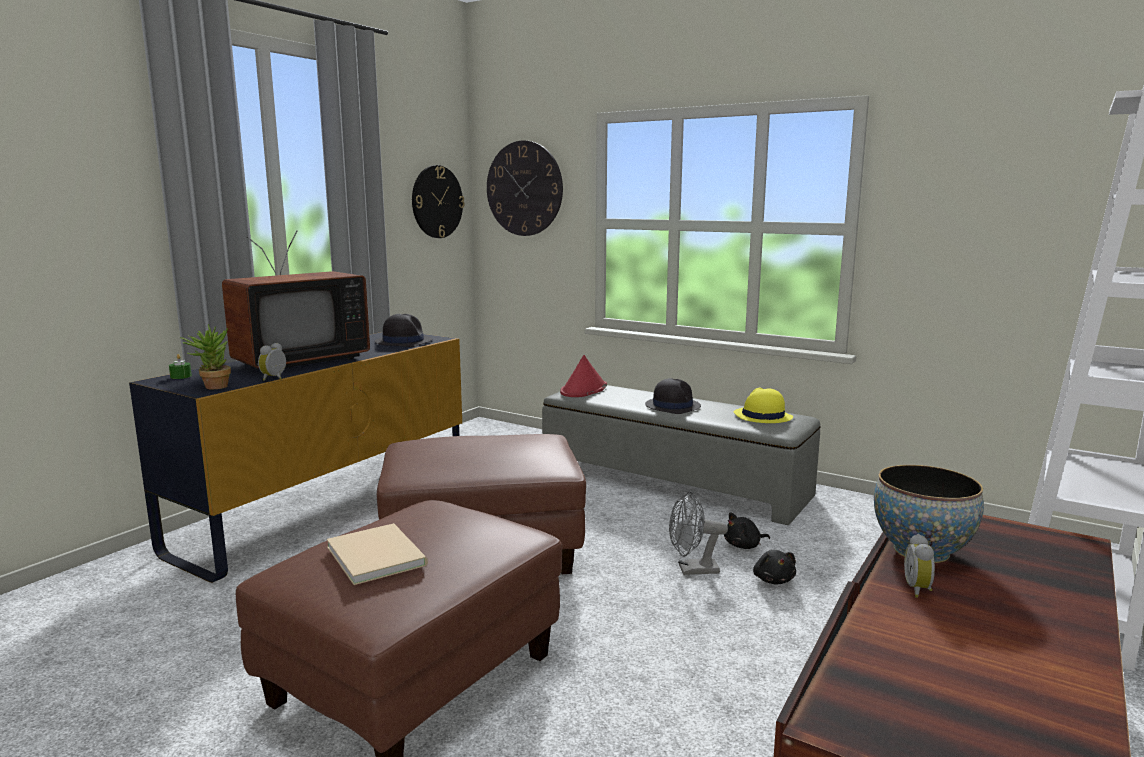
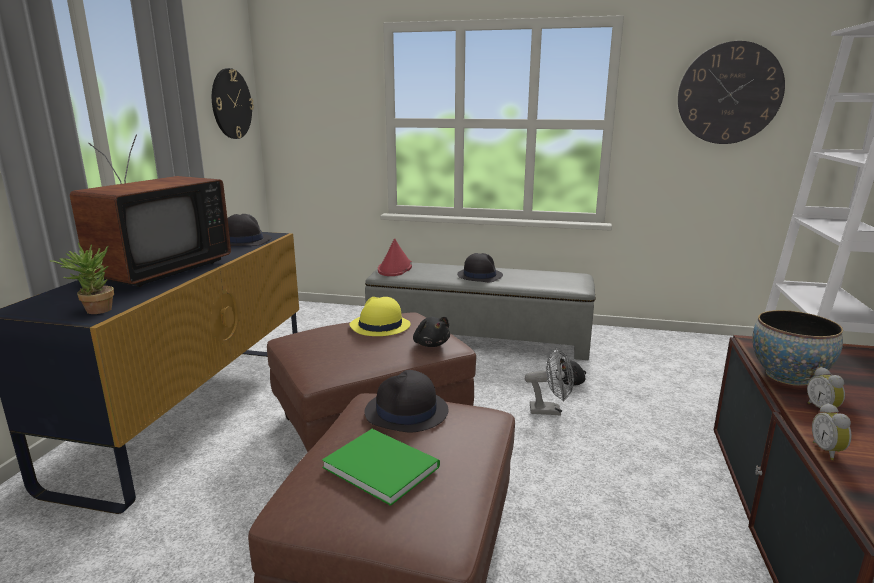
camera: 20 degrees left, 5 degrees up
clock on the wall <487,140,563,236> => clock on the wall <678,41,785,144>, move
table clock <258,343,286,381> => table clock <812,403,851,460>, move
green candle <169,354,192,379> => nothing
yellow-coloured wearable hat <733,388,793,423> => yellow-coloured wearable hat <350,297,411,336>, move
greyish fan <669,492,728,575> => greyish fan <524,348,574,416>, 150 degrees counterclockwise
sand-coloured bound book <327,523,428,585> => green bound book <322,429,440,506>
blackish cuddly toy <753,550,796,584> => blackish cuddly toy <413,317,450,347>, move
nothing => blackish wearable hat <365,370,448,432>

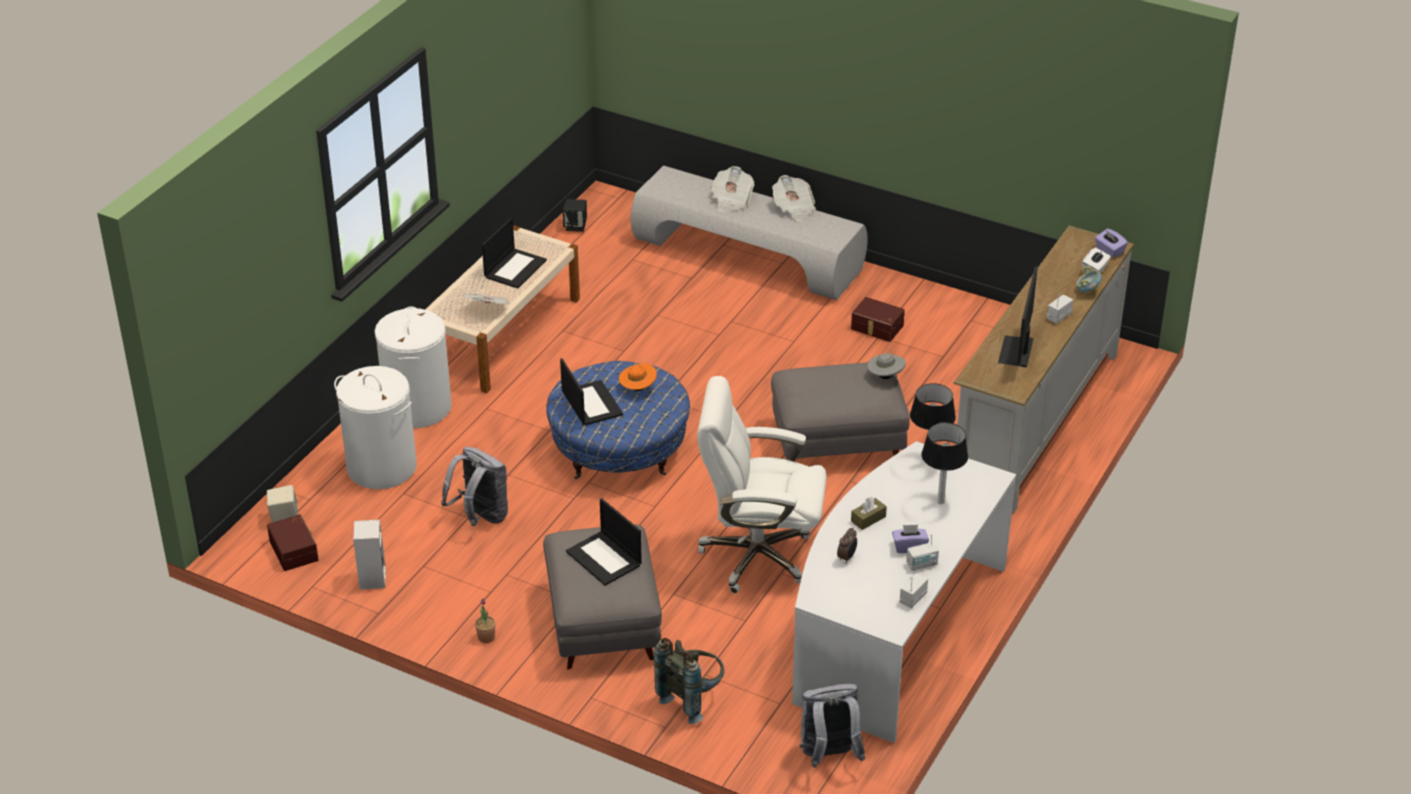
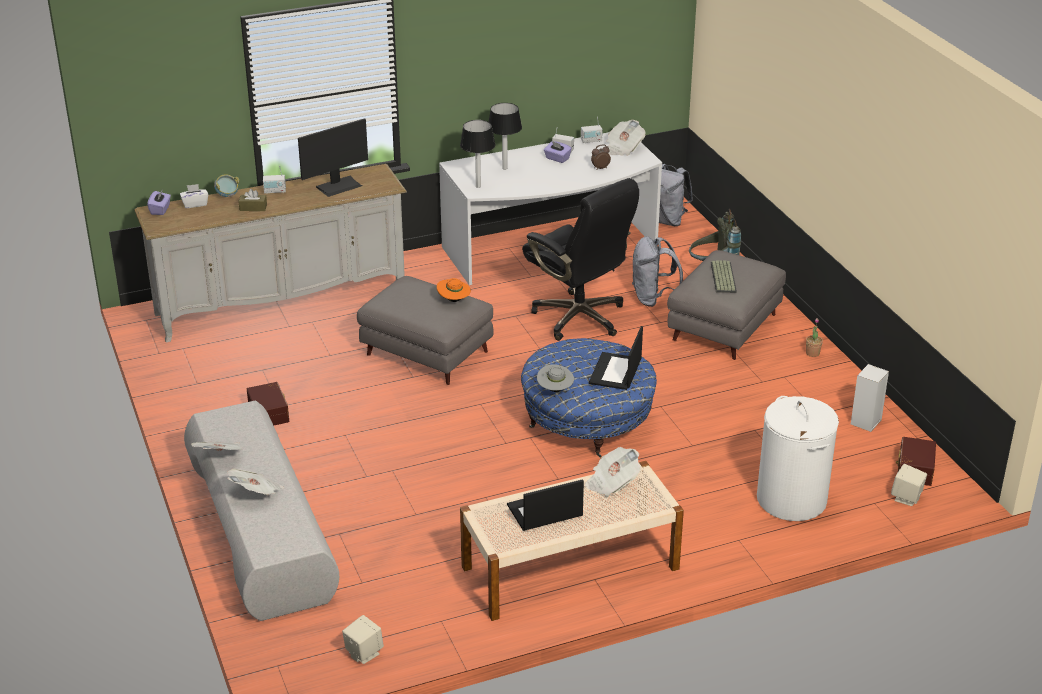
camera: 140 degrees left, 5 degrees down
blackish loudspeaker <563,199,587,232> => sand-coloured loudspeaker <342,615,384,664>
whitish laundry basket <375,307,452,428> => nothing
greyish wearable hat <867,350,906,379> => greyish wearable hat <537,364,574,392>, move
orange wearable hat <619,362,657,391> => orange wearable hat <437,278,471,302>, move
whitish computer chair <697,376,826,594> => blackish computer chair <522,178,639,341>
greyish backpack <441,447,508,526> => greyish backpack <632,236,683,307>, move
brown box of tissues <851,497,887,530> => brown box of tissues <238,189,267,211>, move
laptop <566,498,642,586> => computer keyboard <711,260,737,293>
nothing => printed paper <606,120,645,156>

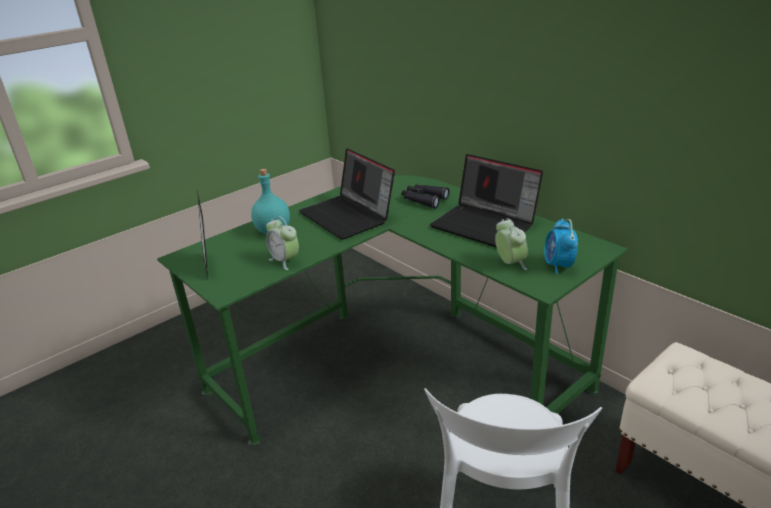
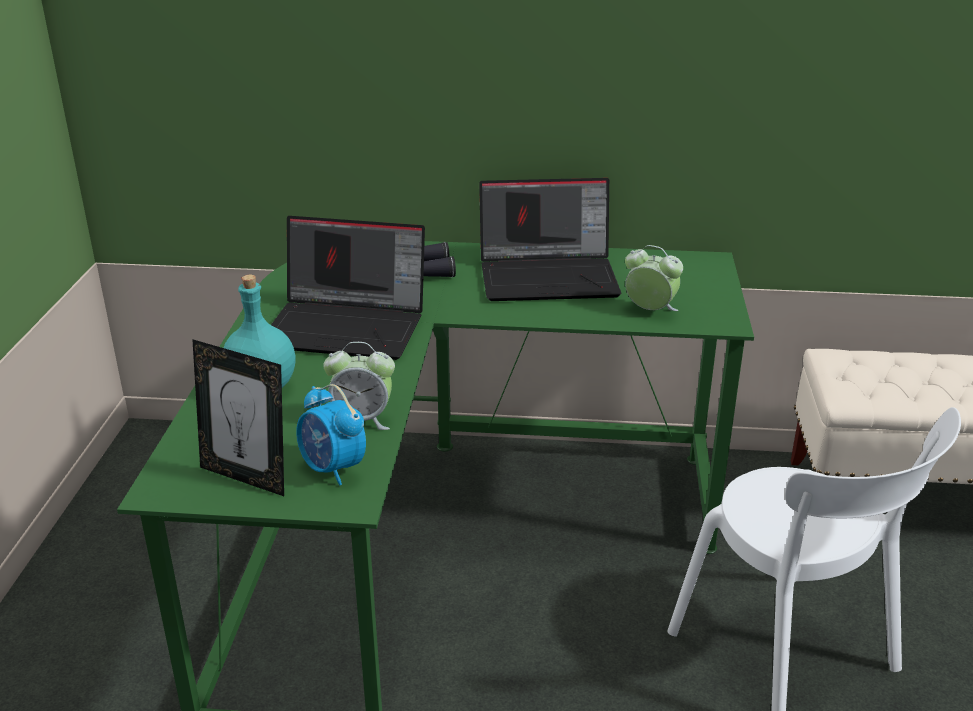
camera: 45 degrees left, 0 degrees up
table clock <544,219,578,274> => table clock <296,384,366,486>, move

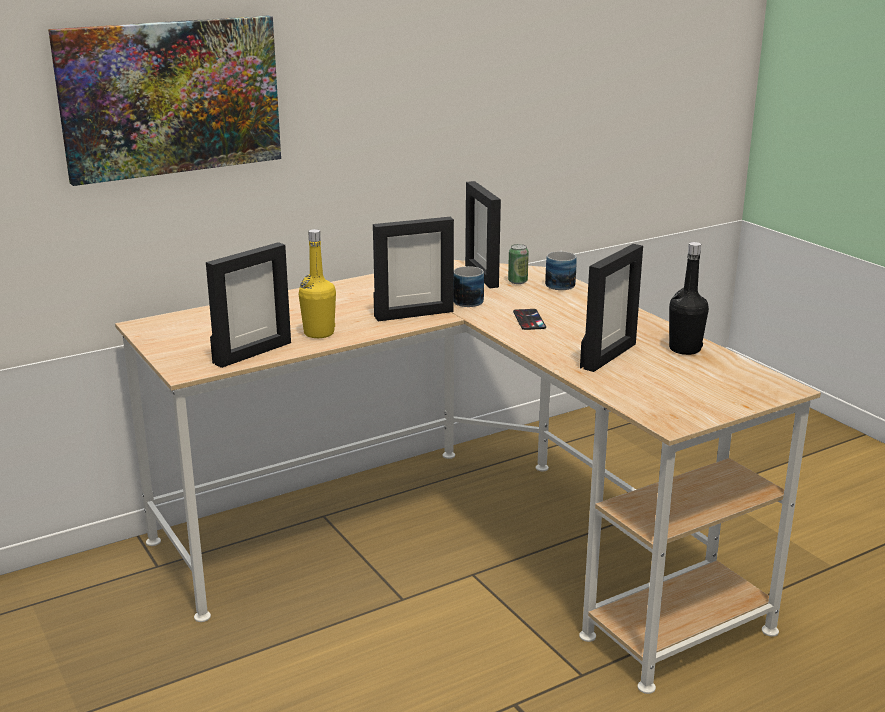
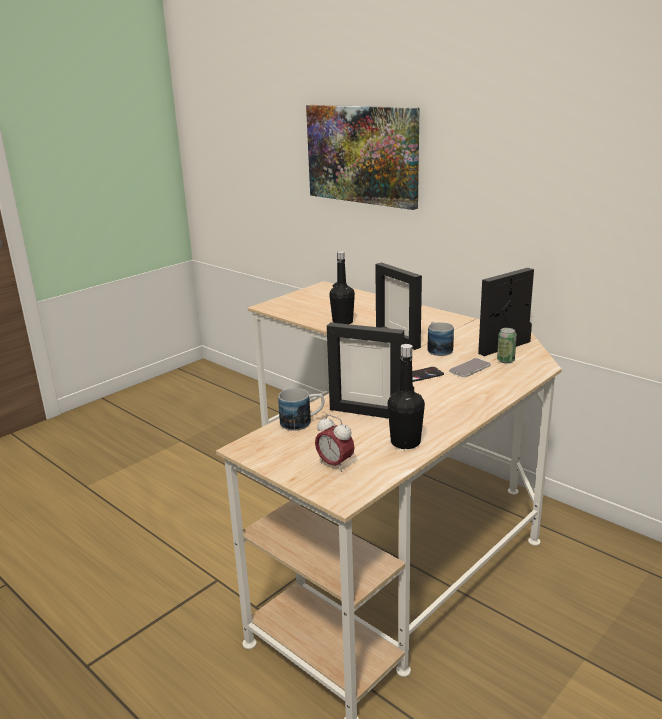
camera: 75 degrees right, 0 degrees up
yellow-coloured beverage bottle <298,229,336,338> => blackish beverage bottle <329,251,355,324>
photo frame <206,242,291,368> => nothing
tea mug <545,251,577,290> => tea mug <278,388,324,431>, move
nothing => telephone <449,358,491,377>
nothing => table clock <315,415,355,472>

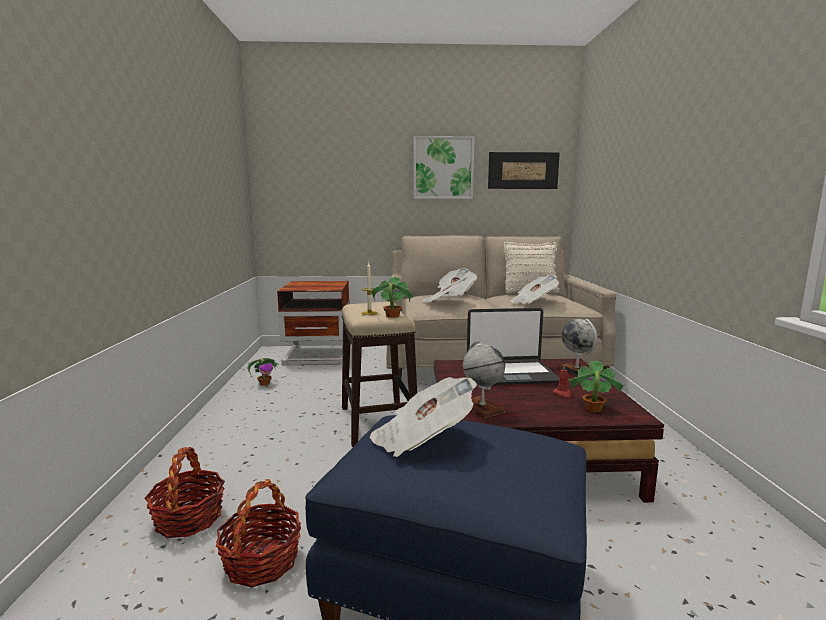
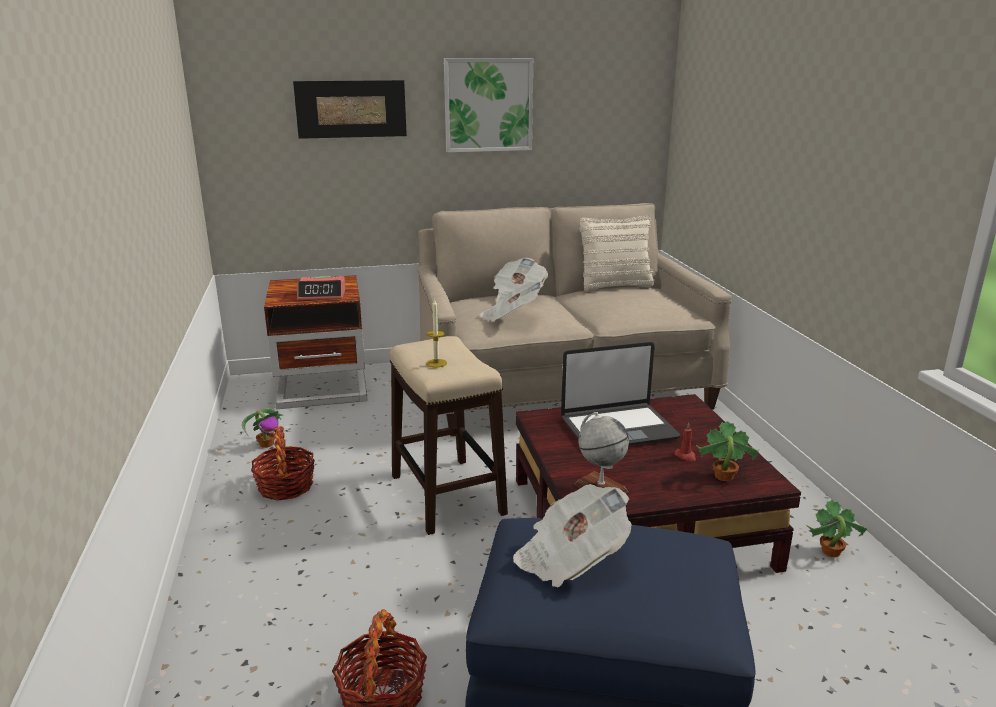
camera: 10 degrees left, 10 degrees up
wall art <488,152,560,189> => wall art <293,80,407,139>, move
printed paper <510,275,559,303> => nothing
potted plant <371,276,415,318> => potted plant <806,499,867,557>, move
desk globe <558,319,598,377> => nothing
storage basket <145,447,225,538> => storage basket <251,426,315,501>, move
nothing => table clock <297,276,345,300>

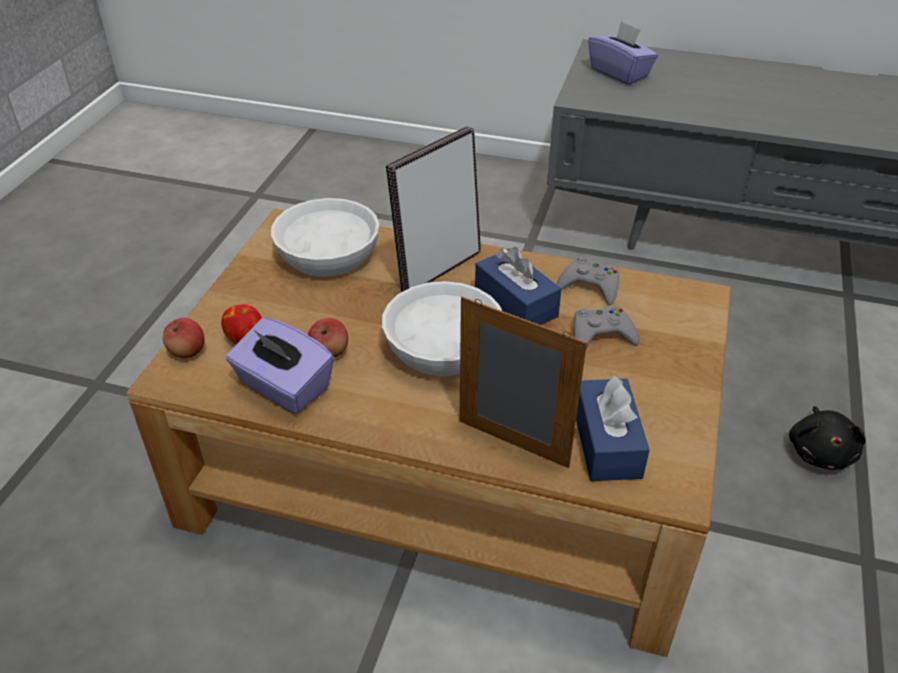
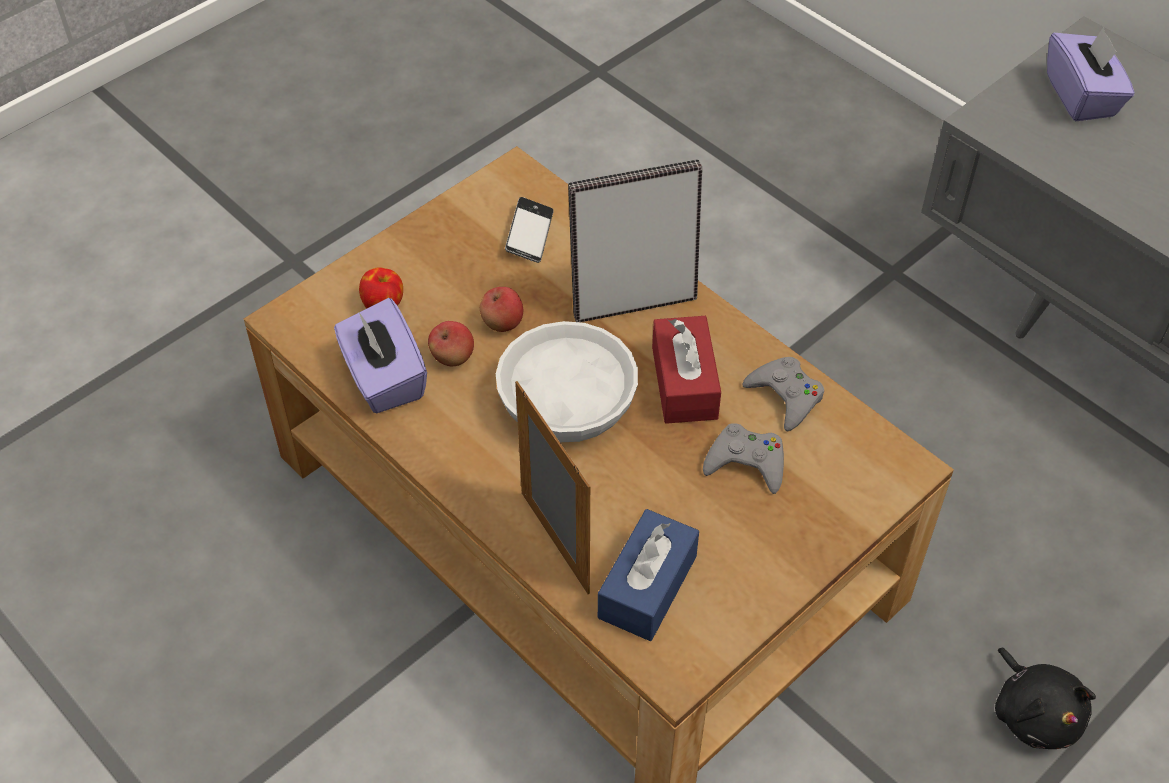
camera: 30 degrees right, 10 degrees up
whitish deep dish <271,198,379,277> => telephone <505,197,554,263>
blue-coloured box of tissues <475,247,562,325> => red-coloured box of tissues <652,316,721,424>
apple <163,318,205,358> => apple <480,287,523,332>, move
blackish cuddly toy <789,406,866,470> => blackish cuddly toy <995,648,1096,749>, 60 degrees counterclockwise

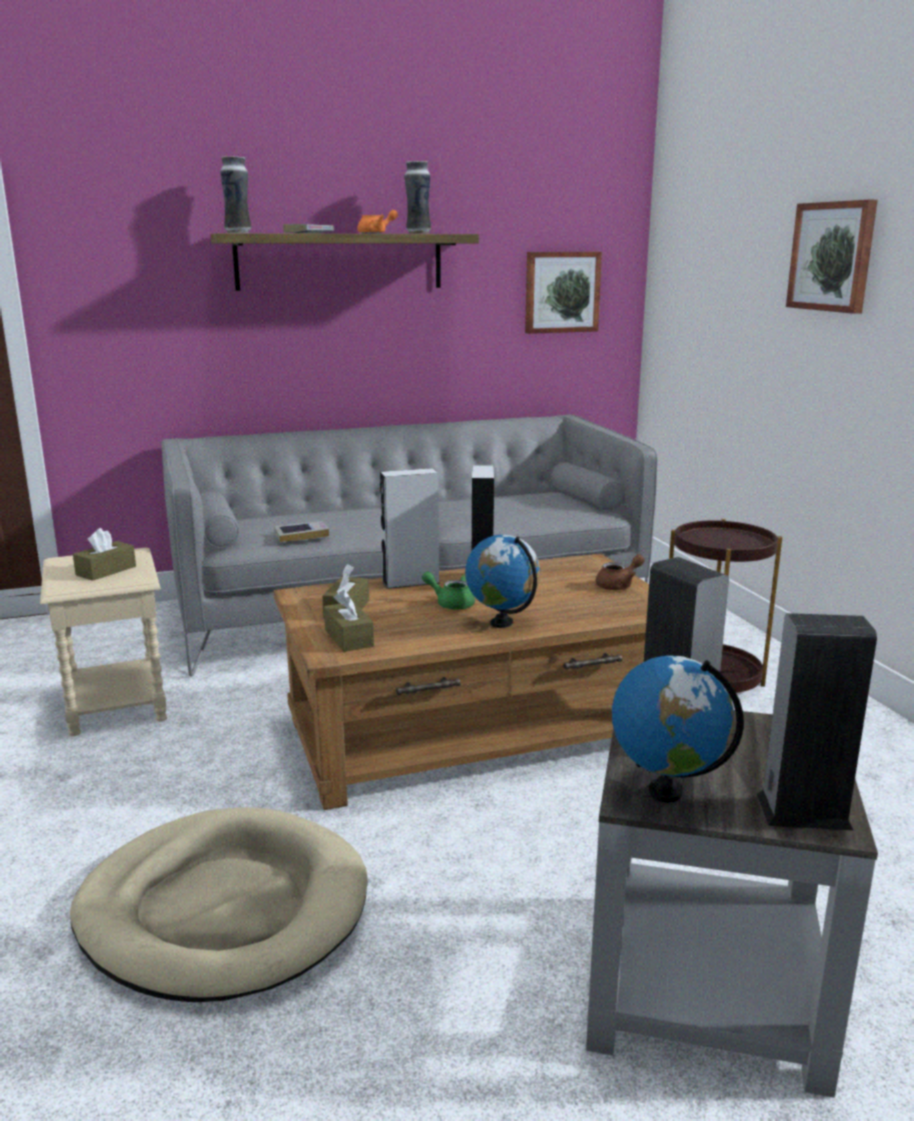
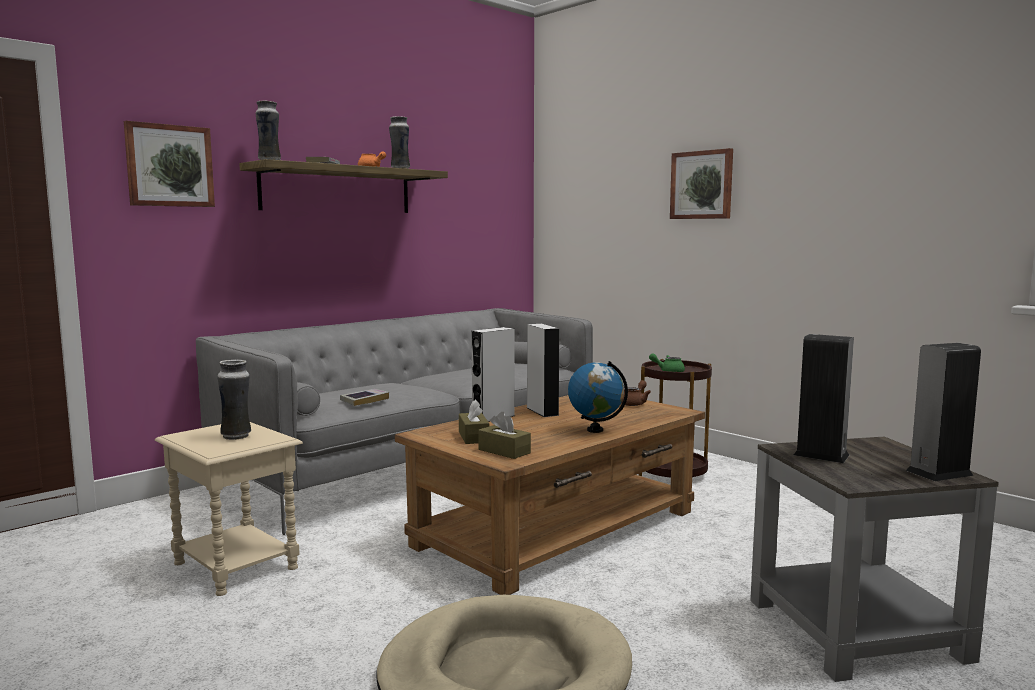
camera: 25 degrees left, 10 degrees down
wall art <525,252,602,334> => wall art <124,121,215,207>, move
brown box of tissues <73,528,136,581> => decorative vase <218,359,251,440>
green tea pot <422,572,475,610> => green tea pot <649,353,685,372>, move
desk globe <612,655,744,803> => nothing

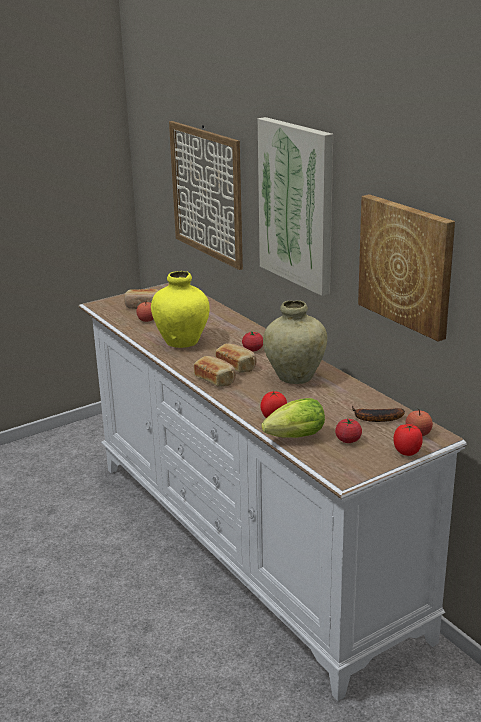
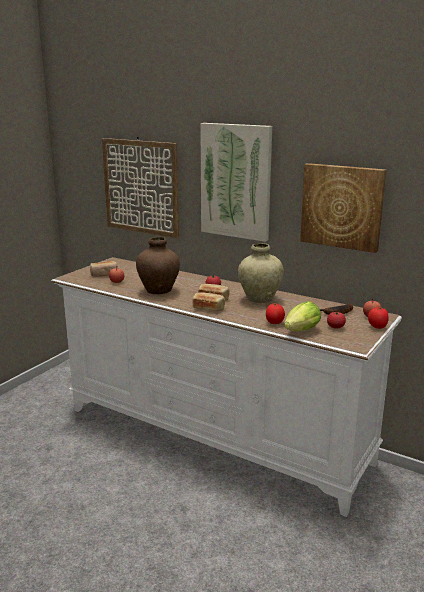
camera: 25 degrees left, 5 degrees down
yellow-coloured decorative vase <151,271,210,348> => brown decorative vase <136,237,180,294>

